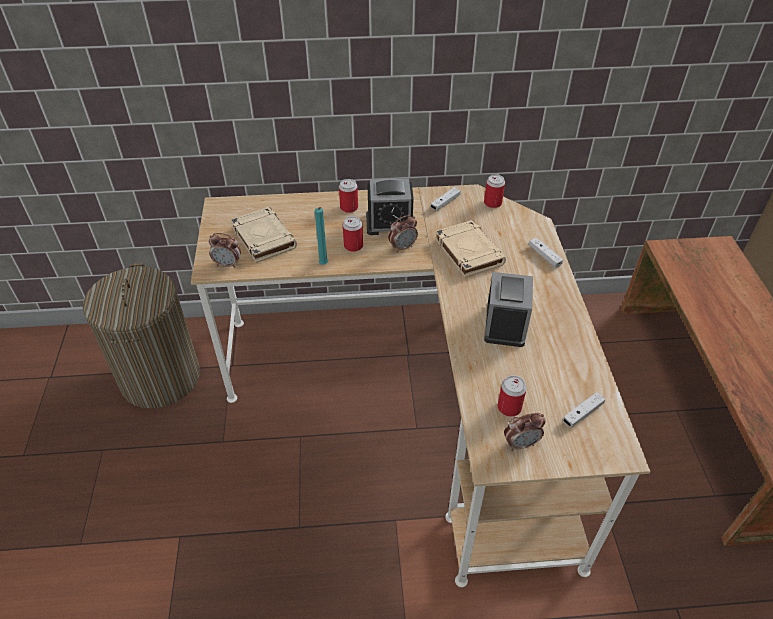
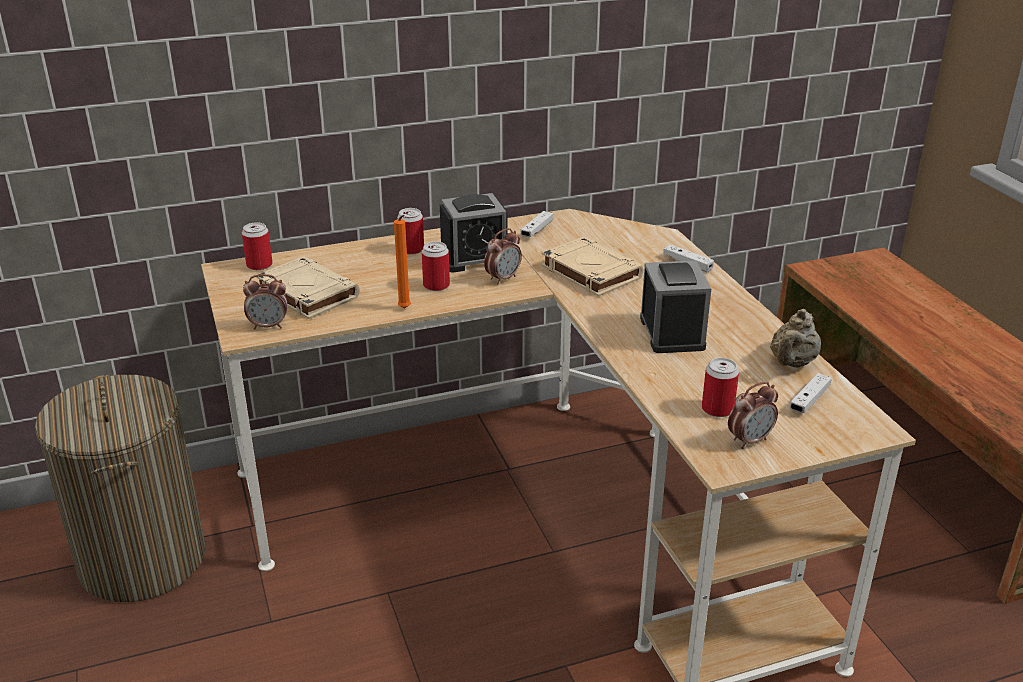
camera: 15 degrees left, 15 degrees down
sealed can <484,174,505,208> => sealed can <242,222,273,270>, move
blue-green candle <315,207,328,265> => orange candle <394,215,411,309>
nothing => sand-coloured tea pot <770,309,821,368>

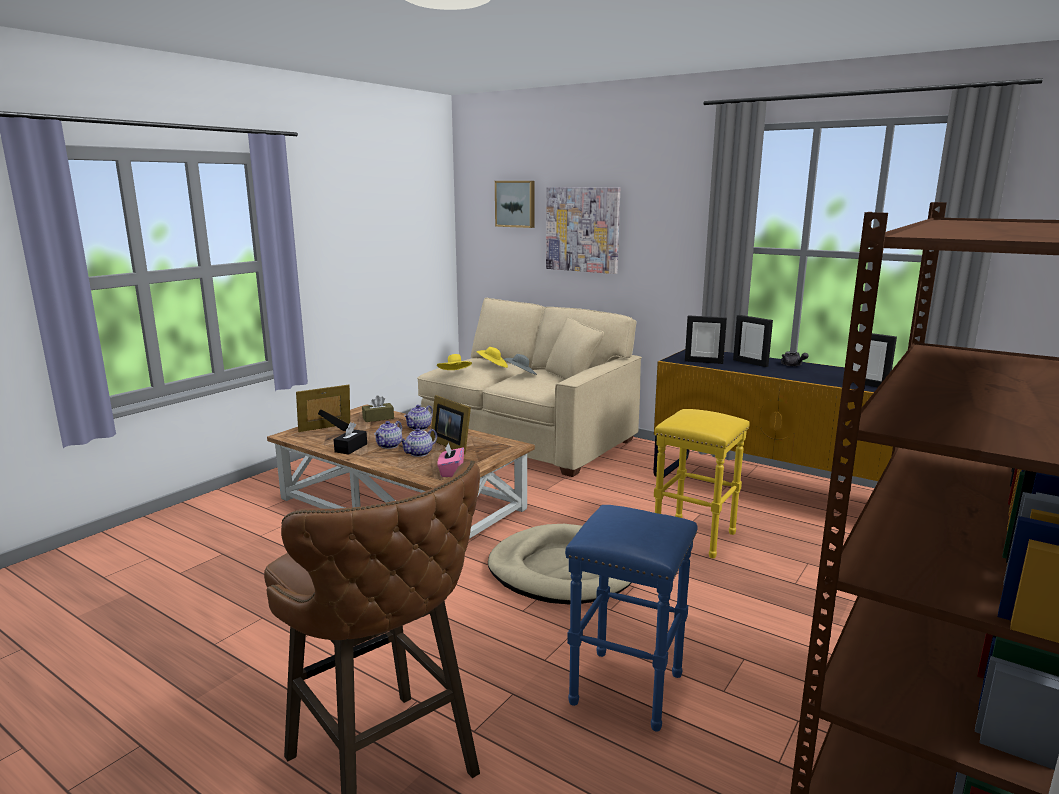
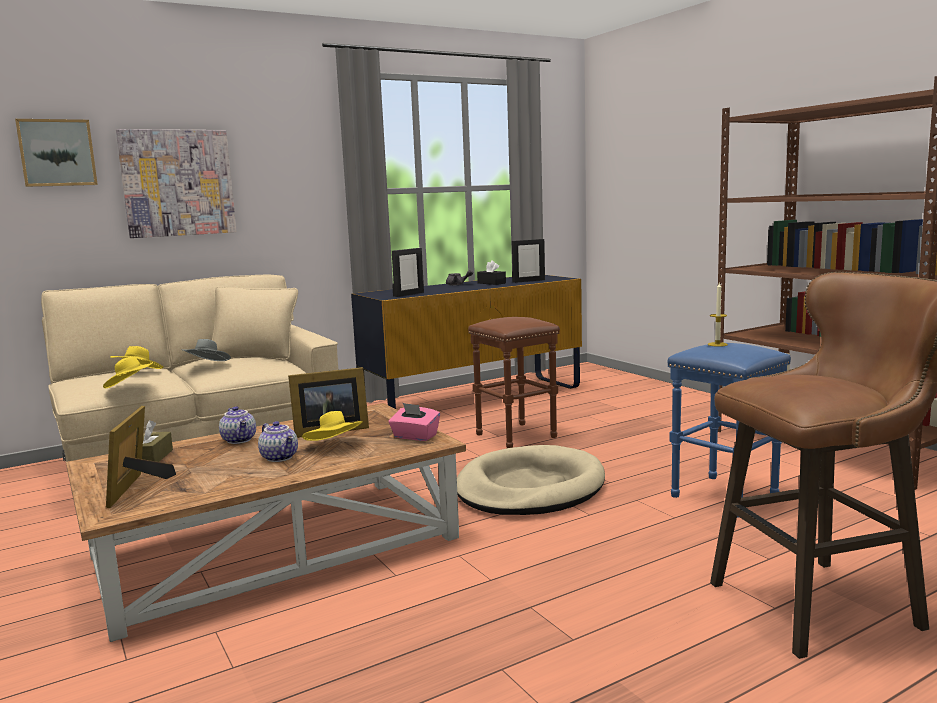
camera: 65 degrees left, 5 degrees down
photo frame <733,315,773,367> => nothing
yellow-coloured stool seat <654,409,750,558> => brown stool seat <468,317,560,448>
blackish box of tissues <334,422,367,455> => blackish box of tissues <477,260,506,285>, move
tea pot <399,428,437,457> => yellow-coloured wearable hat <302,411,363,441>
nothing => candle <708,283,728,347>

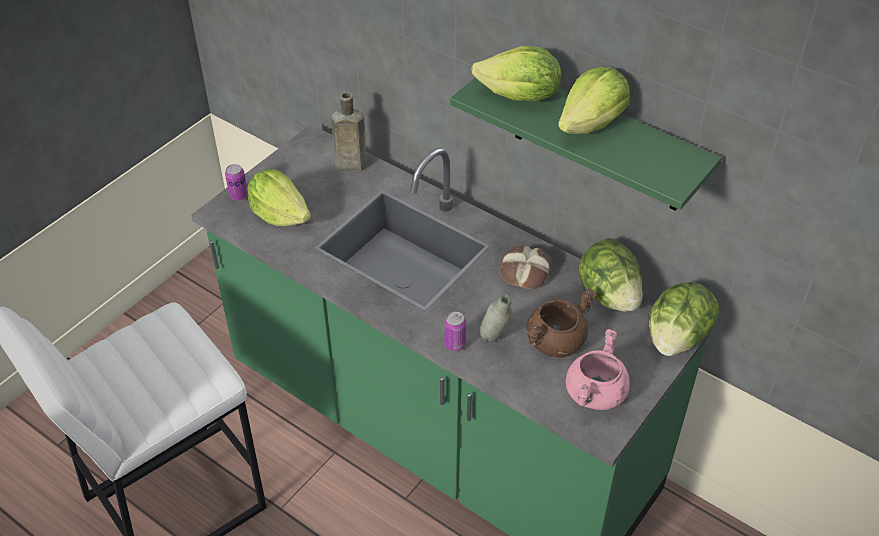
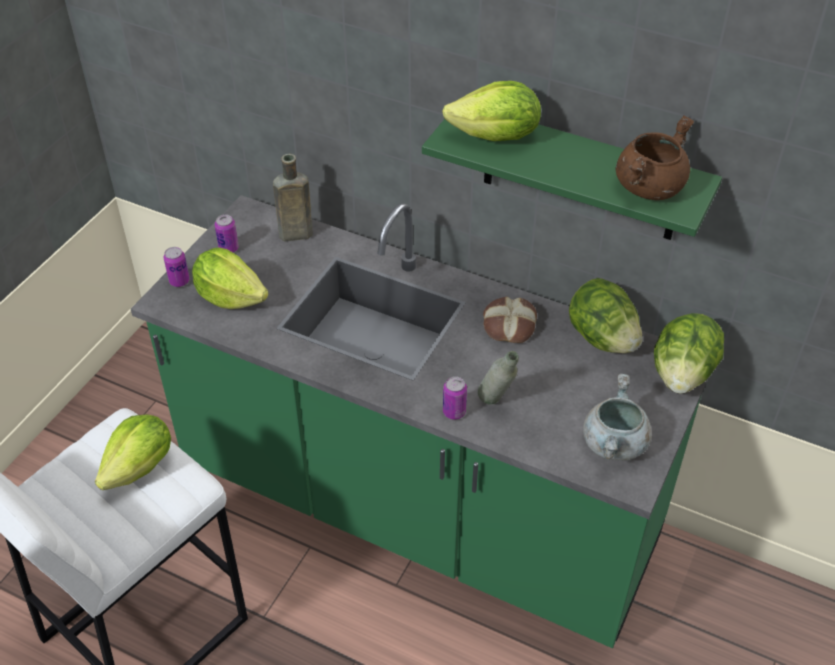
camera: 10 degrees left, 0 degrees up
lettuce head <558,67,630,134> => lettuce head <95,414,171,490>, move
brown saucepot <526,288,596,358> => brown saucepot <616,115,694,200>, move
pink-coloured saucepot <566,329,630,410> => greyish saucepot <583,373,652,461>
nothing => sealed can <215,214,239,253>

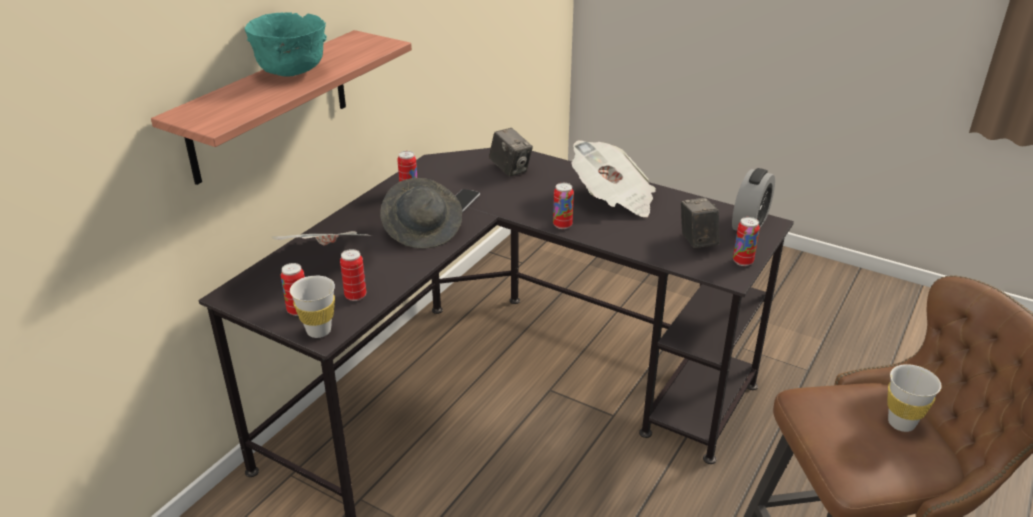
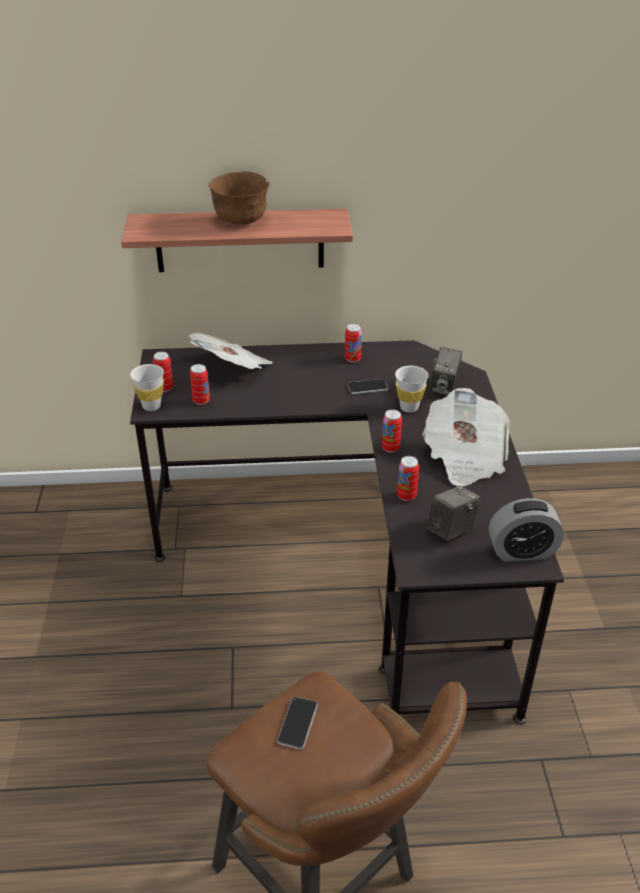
camera: 55 degrees right, 5 degrees up
blue-green deep dish <244,12,327,77> => brown deep dish <209,171,270,225>
greyish wearable hat <380,178,462,249> => nothing
sealed can <733,217,760,266> => sealed can <397,456,419,501>, move
whitish small cup <887,364,942,432> => whitish small cup <395,366,429,413>, move
nothing => telephone <277,697,318,749>

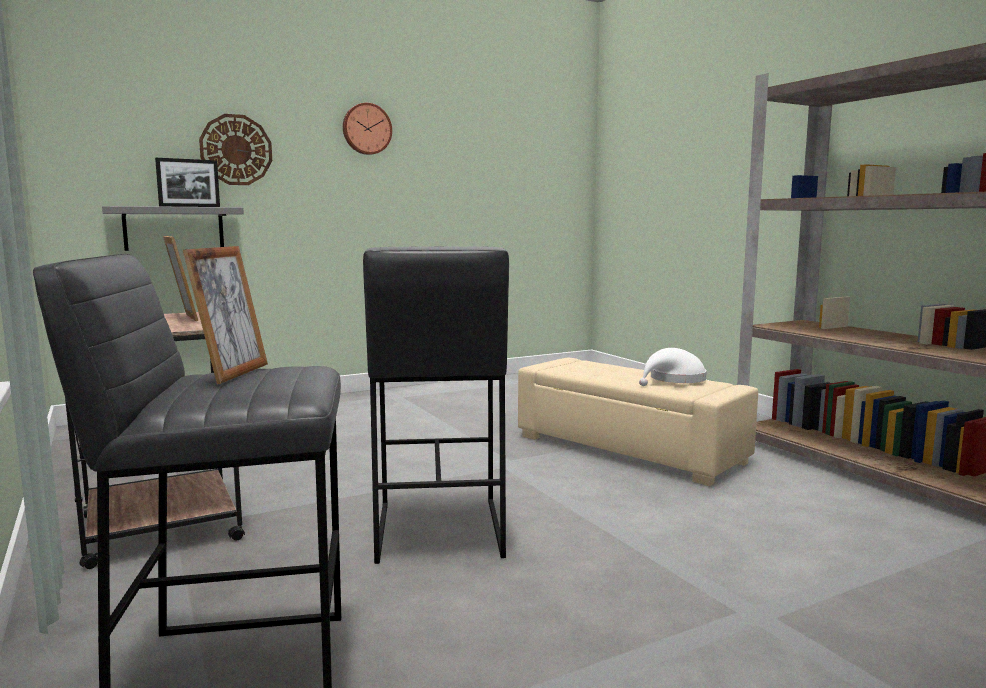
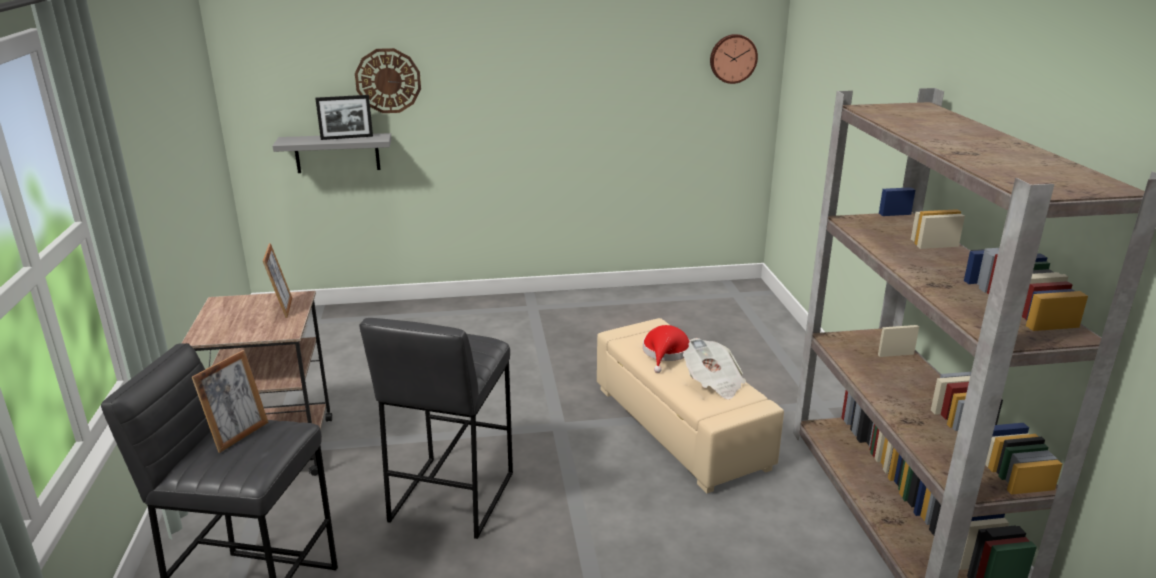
camera: 20 degrees right, 15 degrees up
clock on the wall <343,103,392,155> => clock on the wall <710,34,758,84>, move
whitish wearable hat <639,348,707,386> => printed paper <683,338,746,400>
nothing => red-coloured wearable hat <643,325,690,373>

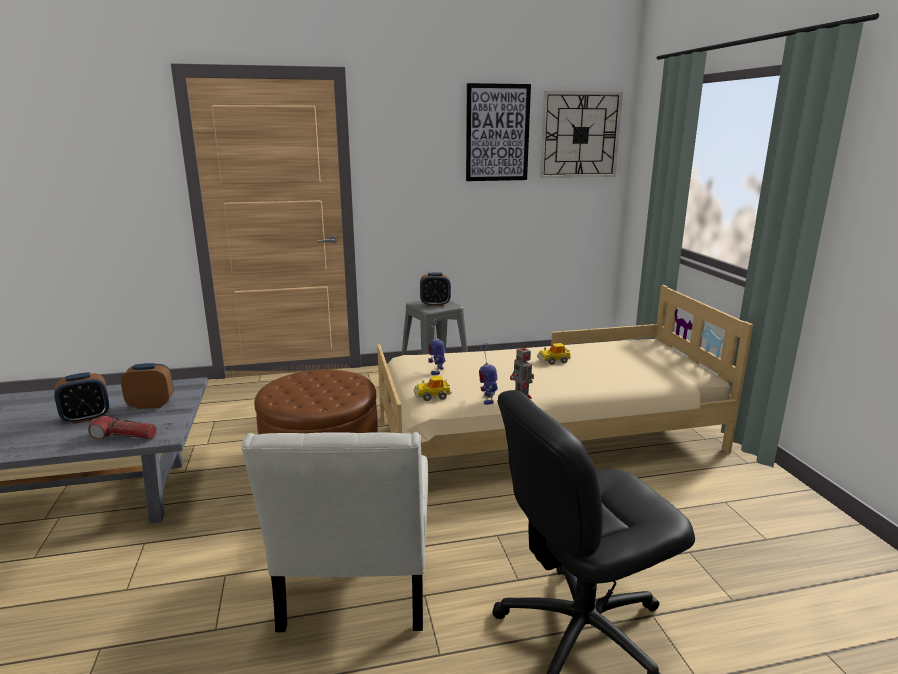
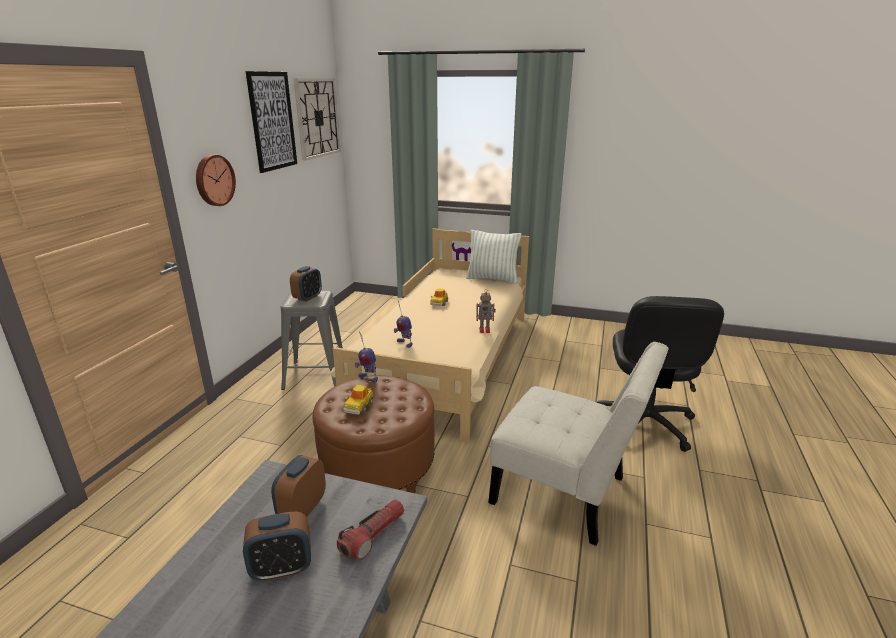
camera: 60 degrees left, 5 degrees up
model robot <479,344,498,405> => model robot <355,331,378,383>, move
table clock <54,372,109,424> => table clock <243,511,311,581>, 75 degrees clockwise
miniature car <414,376,451,401> => miniature car <343,385,373,415>, move
nothing => clock on the wall <196,155,236,206>
nothing => pillow <466,230,522,284>

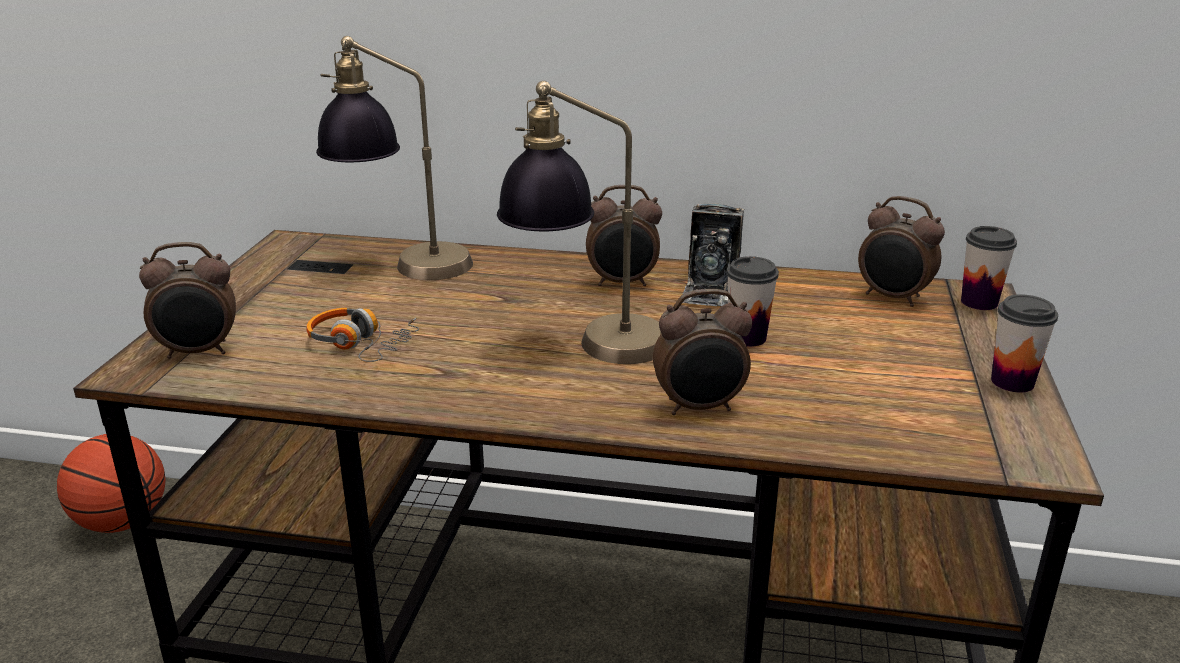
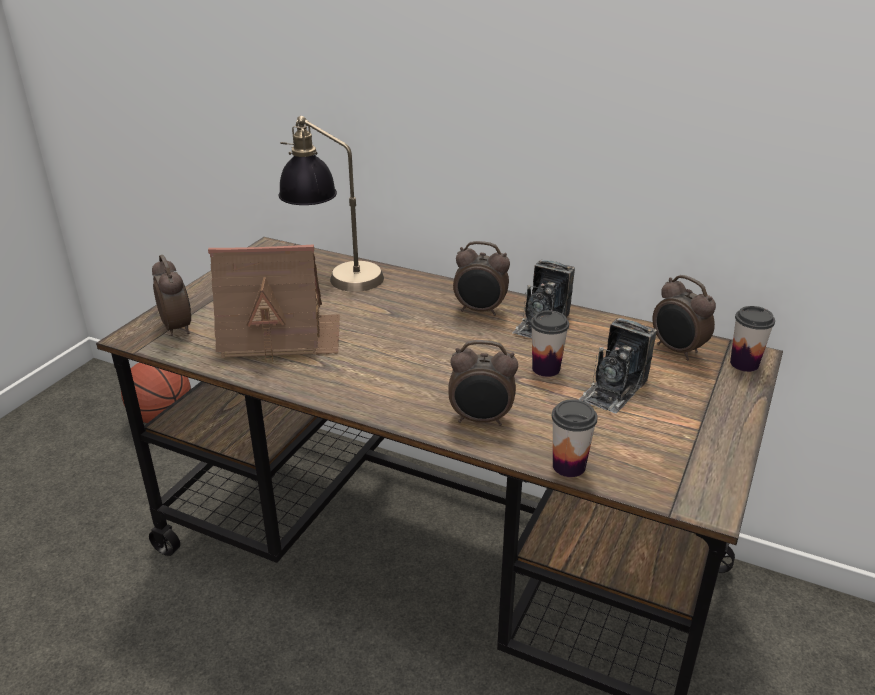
camera: 15 degrees right, 5 degrees up
table lamp <497,81,661,364> => nothing
table clock <139,242,236,359> => table clock <152,255,191,336>, 120 degrees counterclockwise
small cup <991,295,1058,393> => small cup <552,399,597,477>, move
pair of headphones <307,308,419,362> => model house <208,244,340,362>
nothing => photo camera <579,318,657,414>

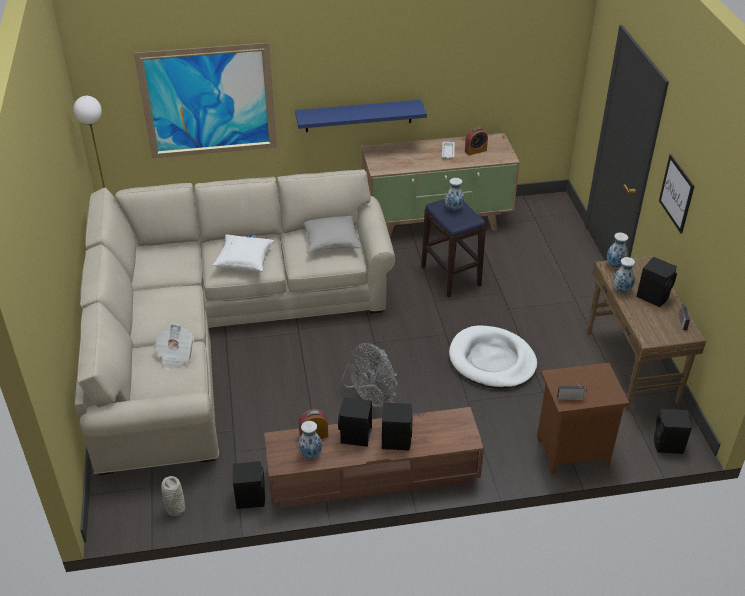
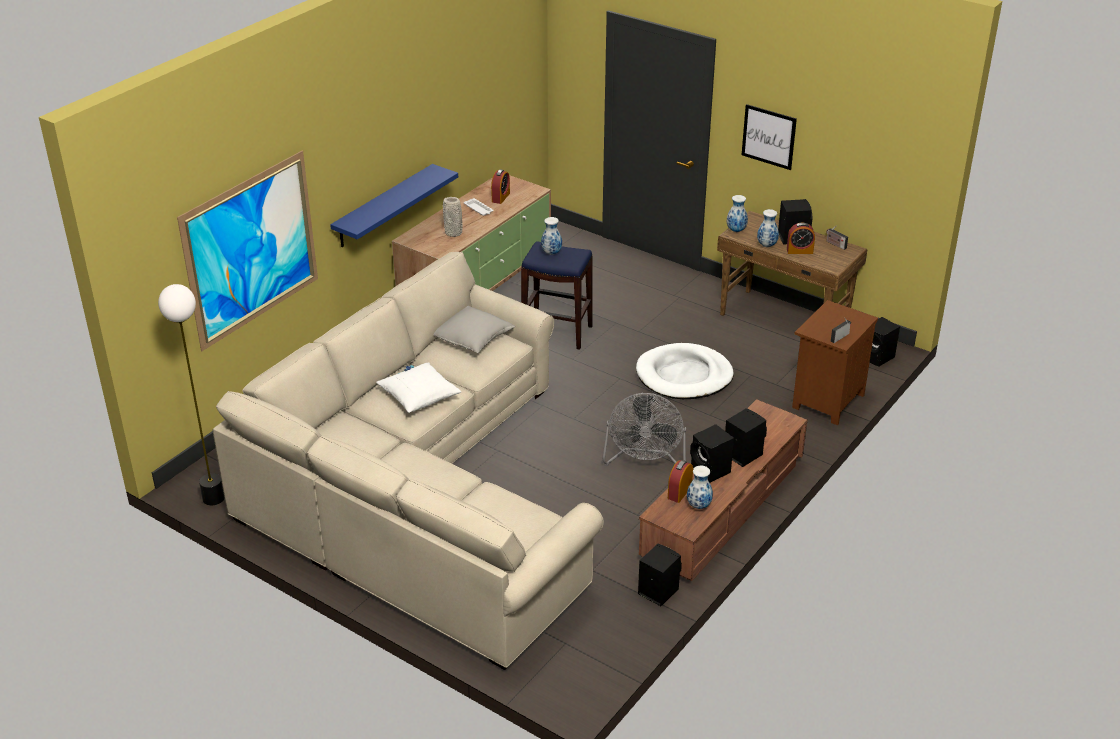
camera: 45 degrees left, 5 degrees down
printed paper <154,324,195,370> => nothing
greyish decorative vase <161,476,185,516> => greyish decorative vase <443,197,462,237>, move
nothing => table clock <787,223,815,254>

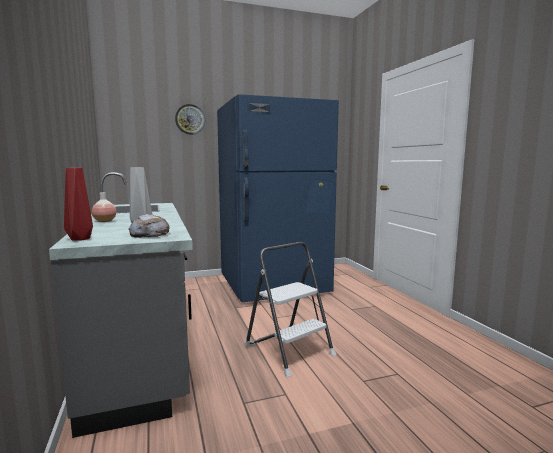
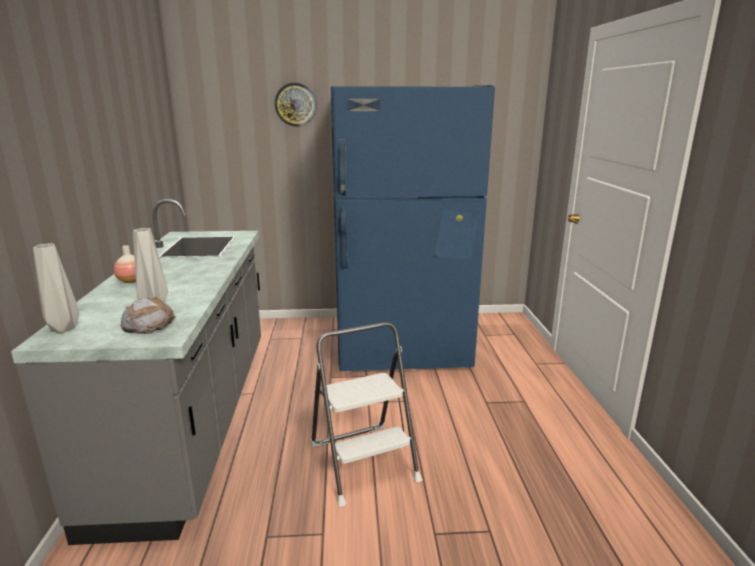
camera: 15 degrees right, 10 degrees up
red-coloured decorative vase <64,168,93,241> => greyish decorative vase <33,243,79,333>

